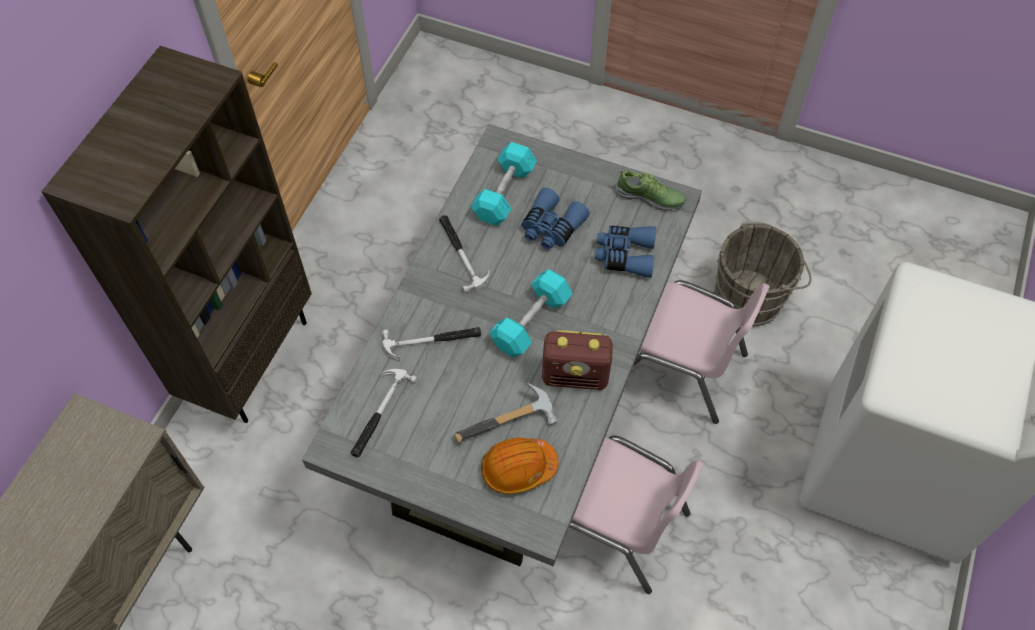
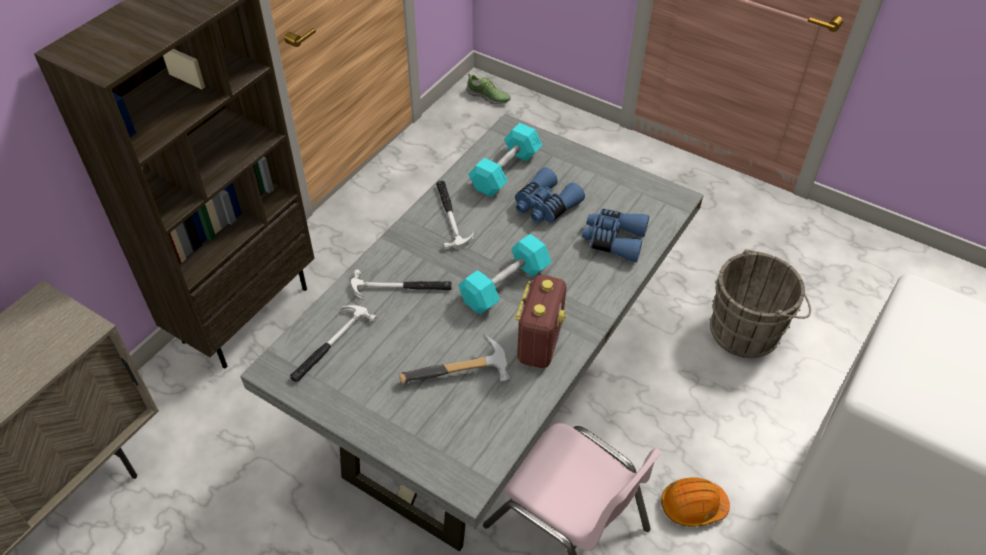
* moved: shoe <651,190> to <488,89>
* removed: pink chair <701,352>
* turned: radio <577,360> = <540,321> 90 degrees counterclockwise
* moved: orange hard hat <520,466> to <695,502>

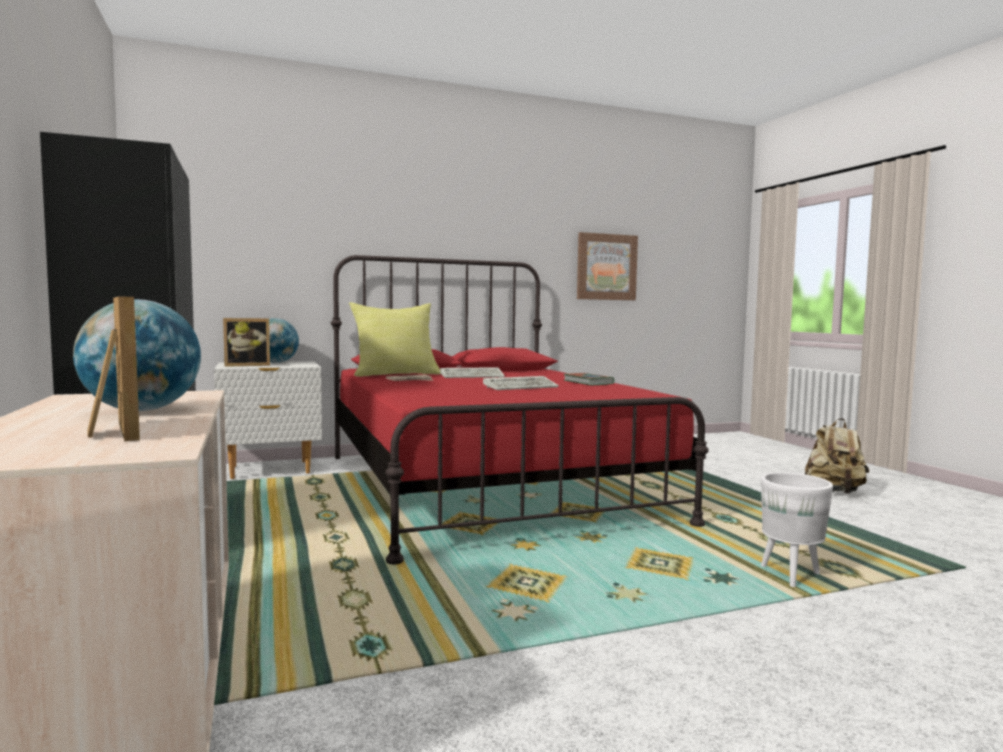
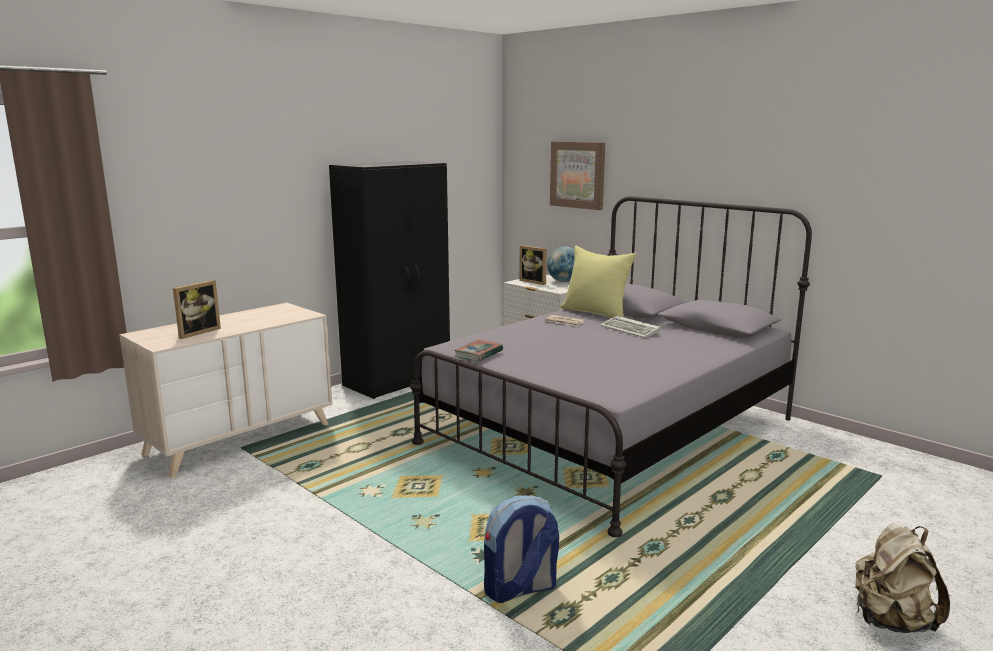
* moved: picture <607,266> to <577,176>
* recoloured: red bed <520,409> to grey bed <611,366>
* removed: globe <137,355>
* moved: book <589,379> to <478,350>
* removed: keyboard <521,383>
* replaced: white planter <797,529> to backpack <521,549>

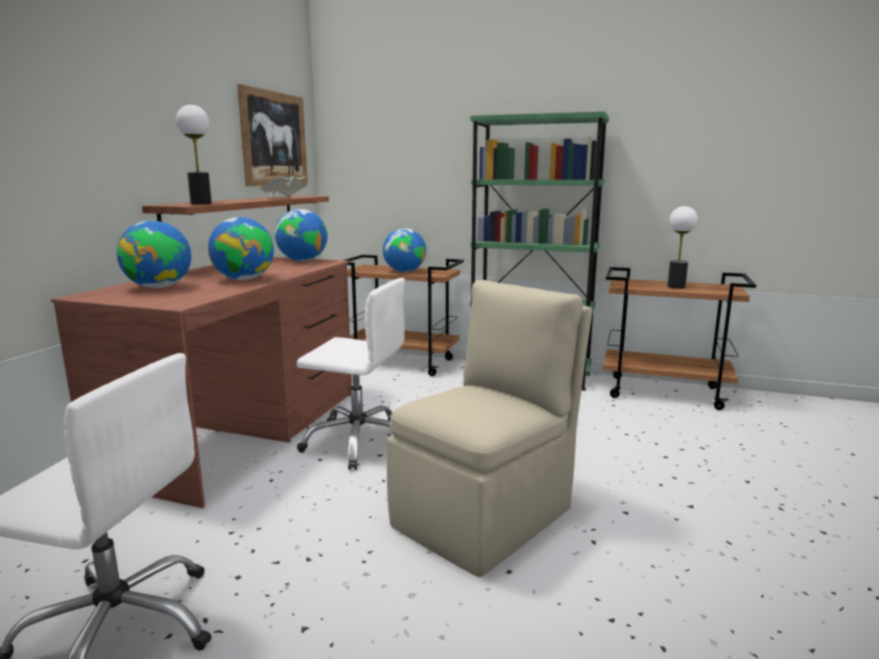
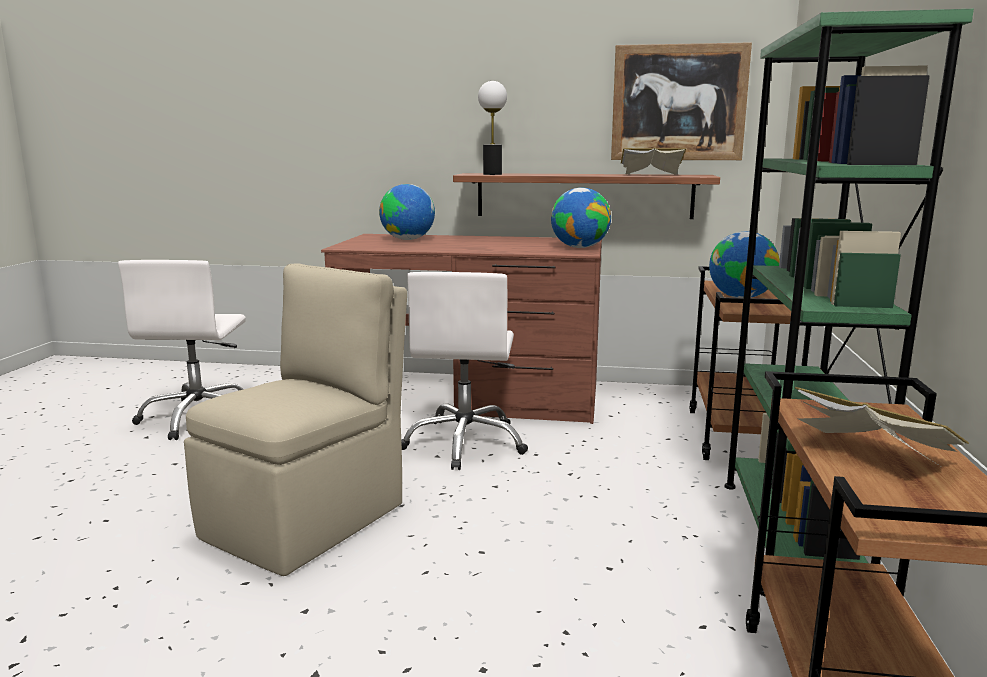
* replaced: table lamp <682,247> to book <882,426>
* removed: globe <241,248>
* turned: beige chair <489,428> = <295,419> 90 degrees counterclockwise

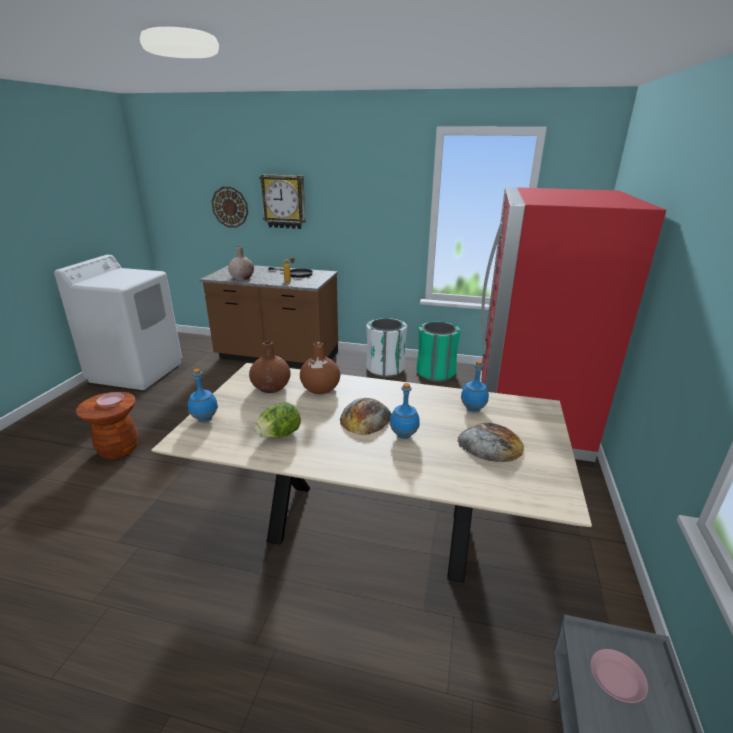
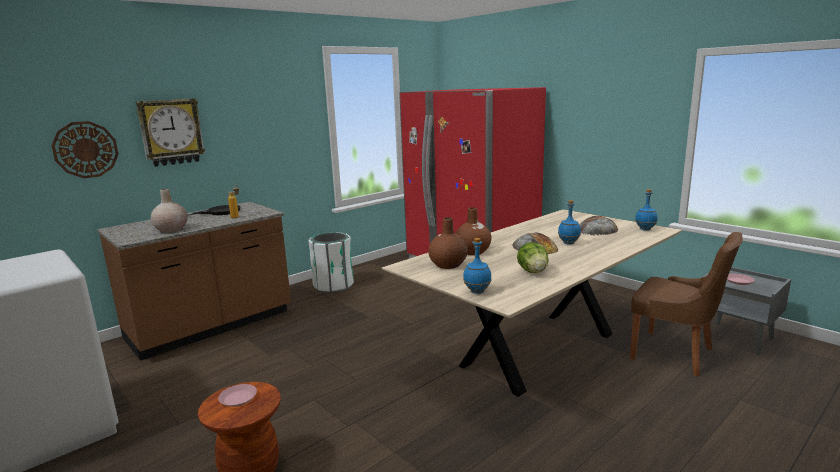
* removed: green trash can <438,352>
* moved: blue bottle <475,386> to <646,210>
* added: brown chair <686,304>

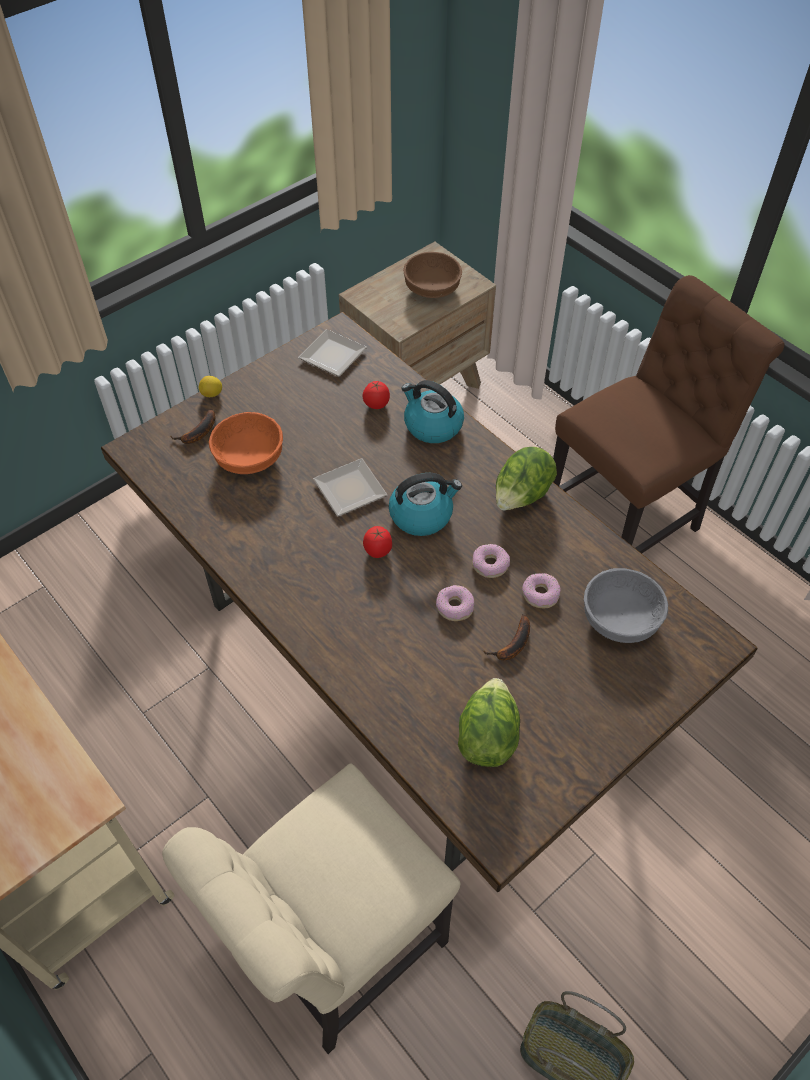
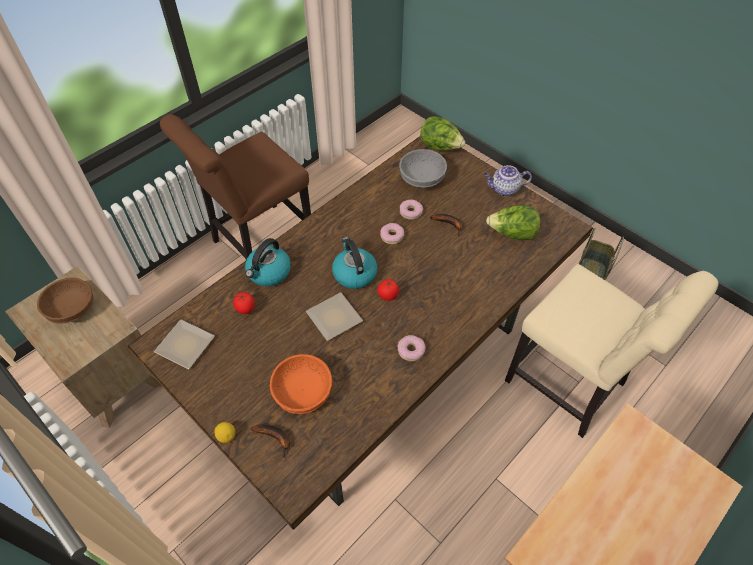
* turned: brown chair <669,414> = <235,187> 90 degrees counterclockwise
* moved: lettuce <526,478> to <442,133>
* moved: donut <455,603> to <411,348>
* added: teapot <508,181>

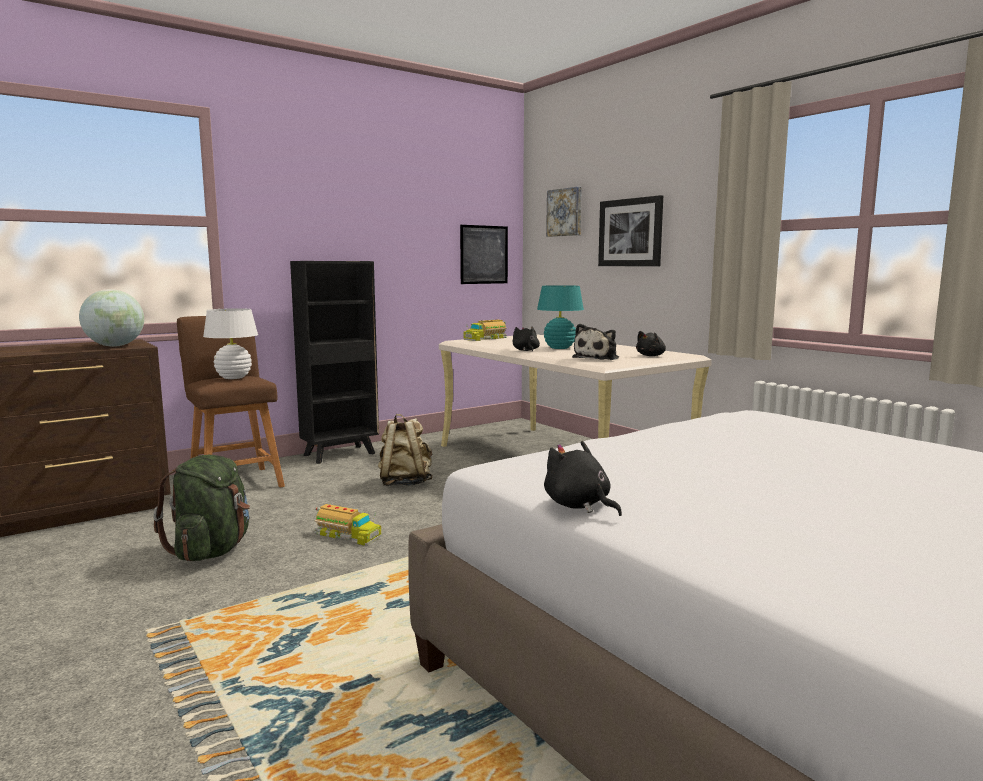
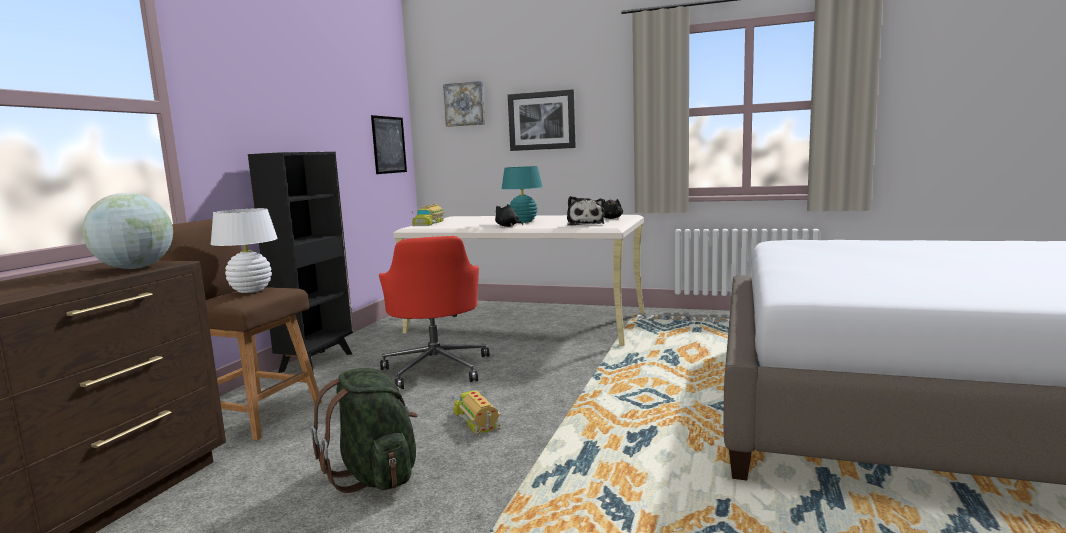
* replaced: beige backpack <405,450> to red office chair <434,312>
* removed: black plush toy <583,478>
* turned: toy truck <348,525> = <476,412> 105 degrees counterclockwise

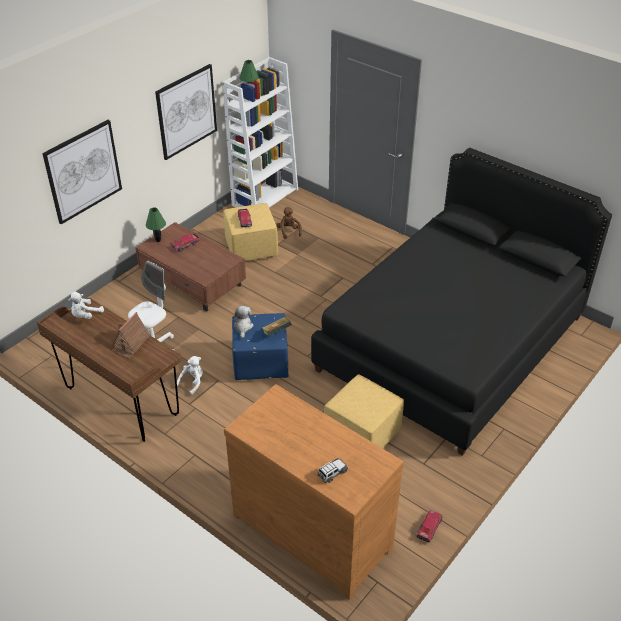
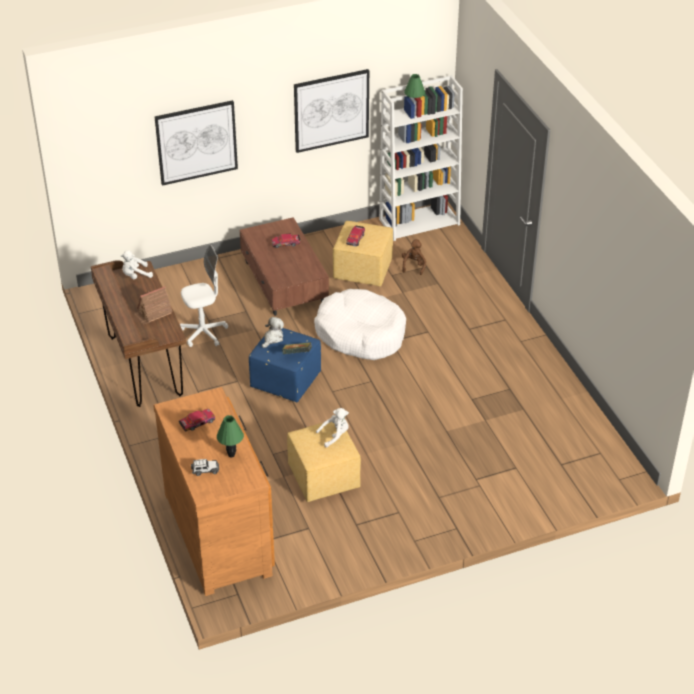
* removed: black bed <461,302>
* moved: green table lamp <156,224> to <230,436>
* moved: white plush toy <190,375> to <332,427>
* moved: toy car <429,526> to <197,420>
* added: white dog bed <360,324>

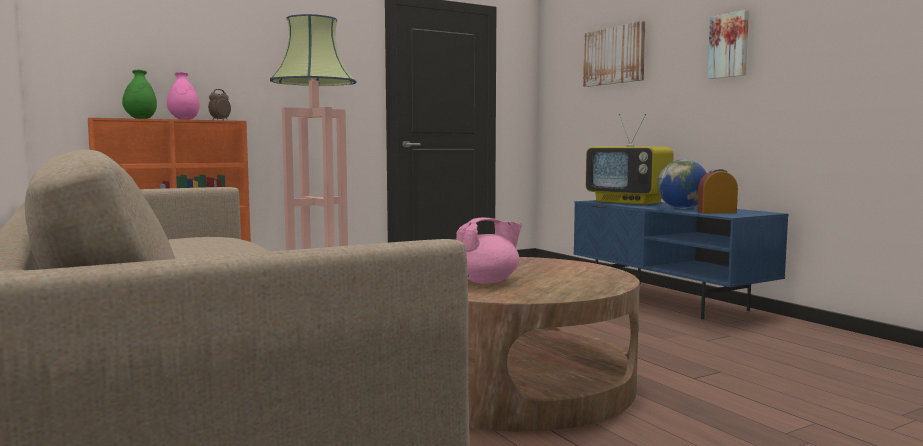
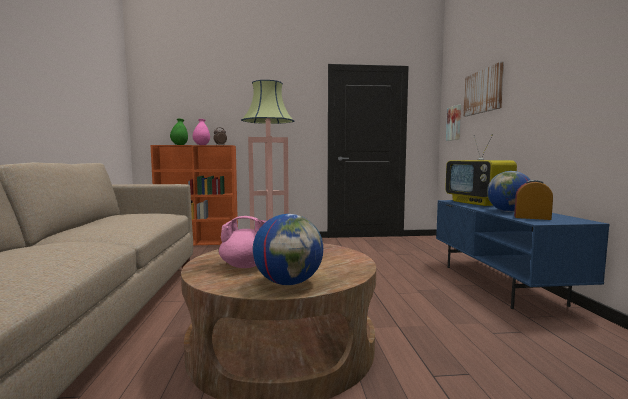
* moved: picture <728,44> to <453,123>
* added: globe <288,249>

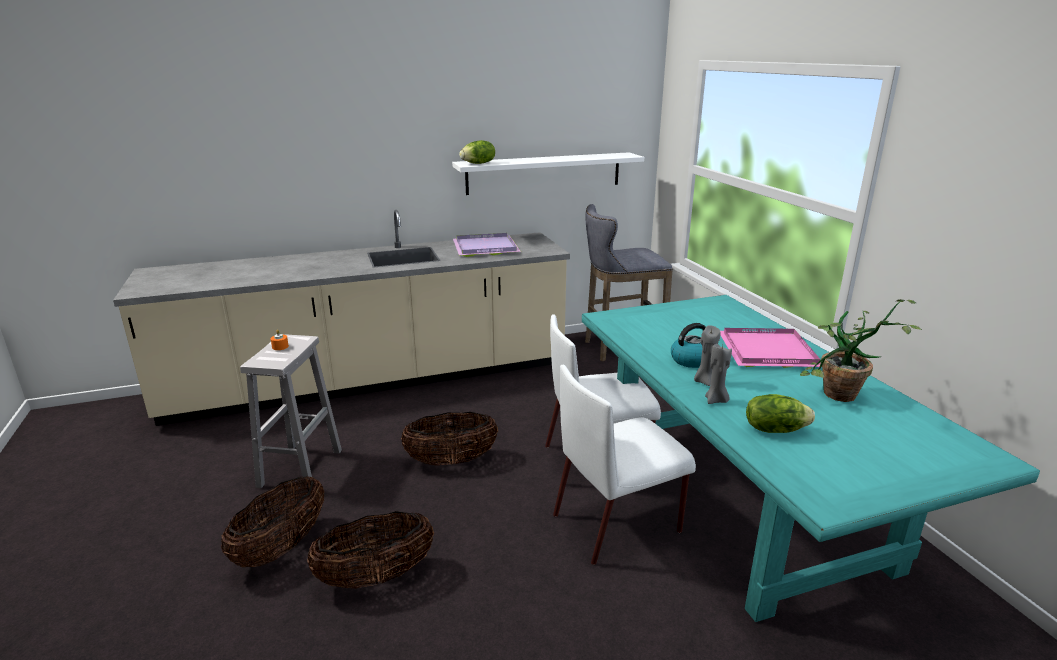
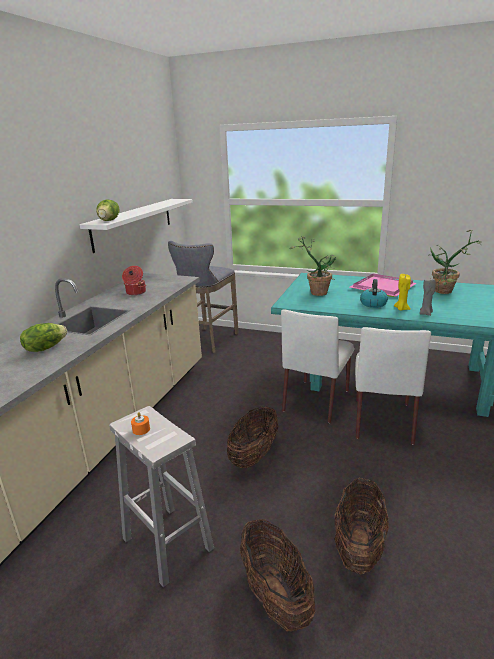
* replaced: purple tray <487,245> to cooking pot <134,280>
* recoloured: grey candle <707,355> to yellow candle <402,292>
* moved: lettuce <780,413> to <43,337>
* added: potted plant <313,266>

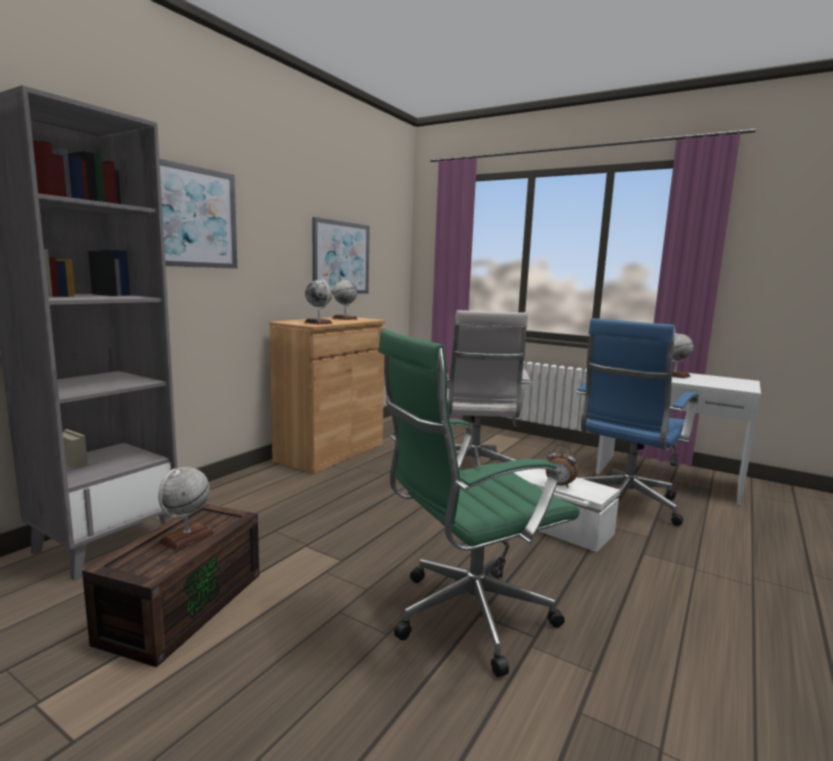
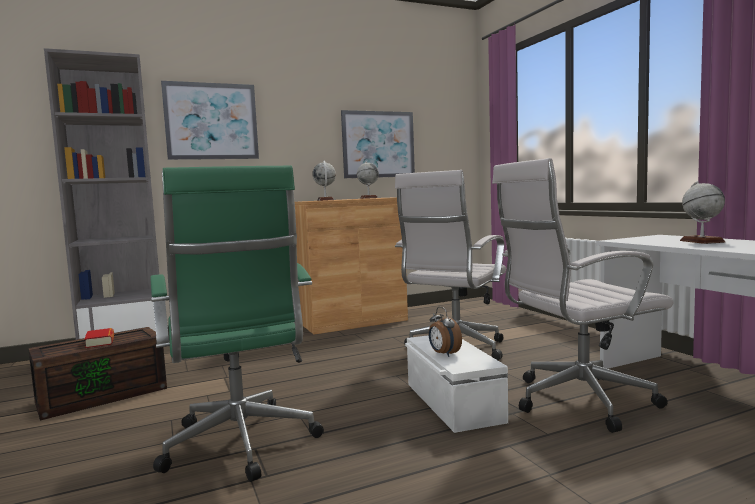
* recoloured: blue office chair <637,422> to white office chair <582,295>
* turned: green office chair <479,503> = <237,323> 120 degrees counterclockwise
* replaced: globe <186,509> to book <99,338>

